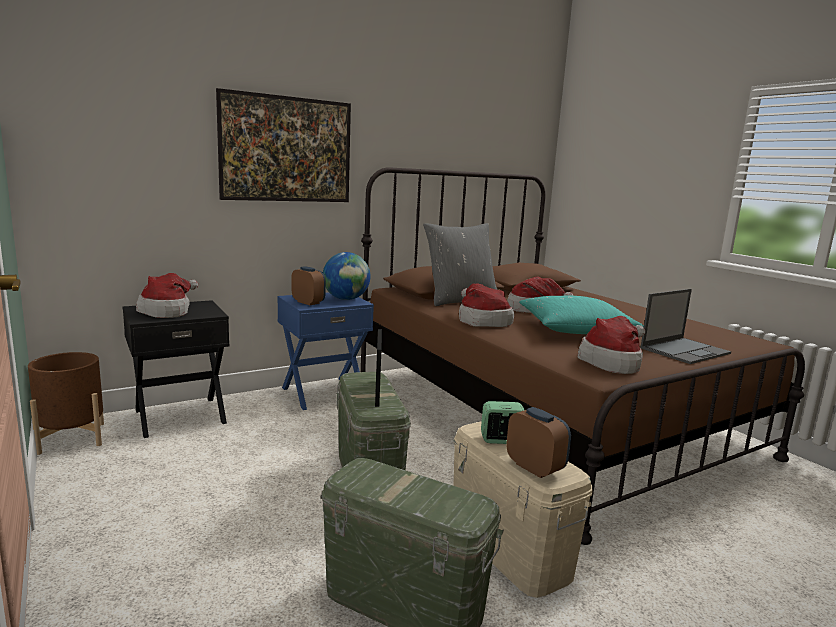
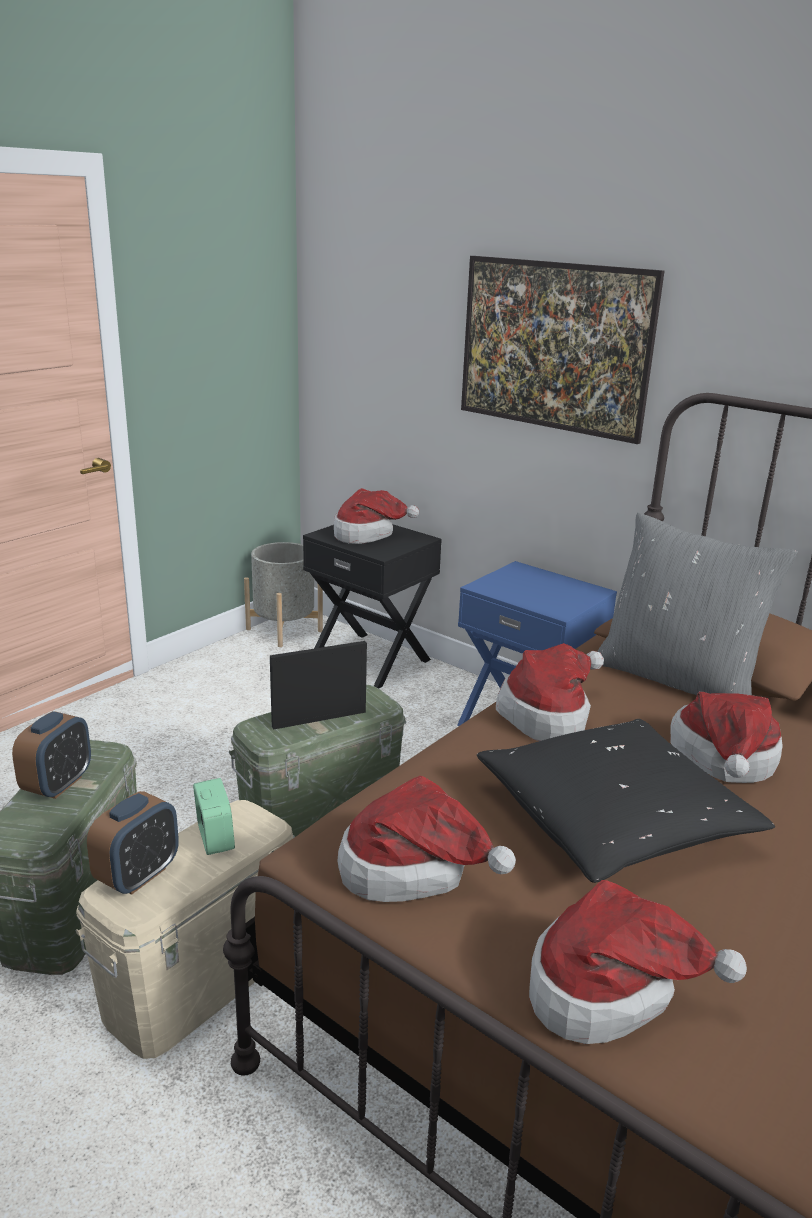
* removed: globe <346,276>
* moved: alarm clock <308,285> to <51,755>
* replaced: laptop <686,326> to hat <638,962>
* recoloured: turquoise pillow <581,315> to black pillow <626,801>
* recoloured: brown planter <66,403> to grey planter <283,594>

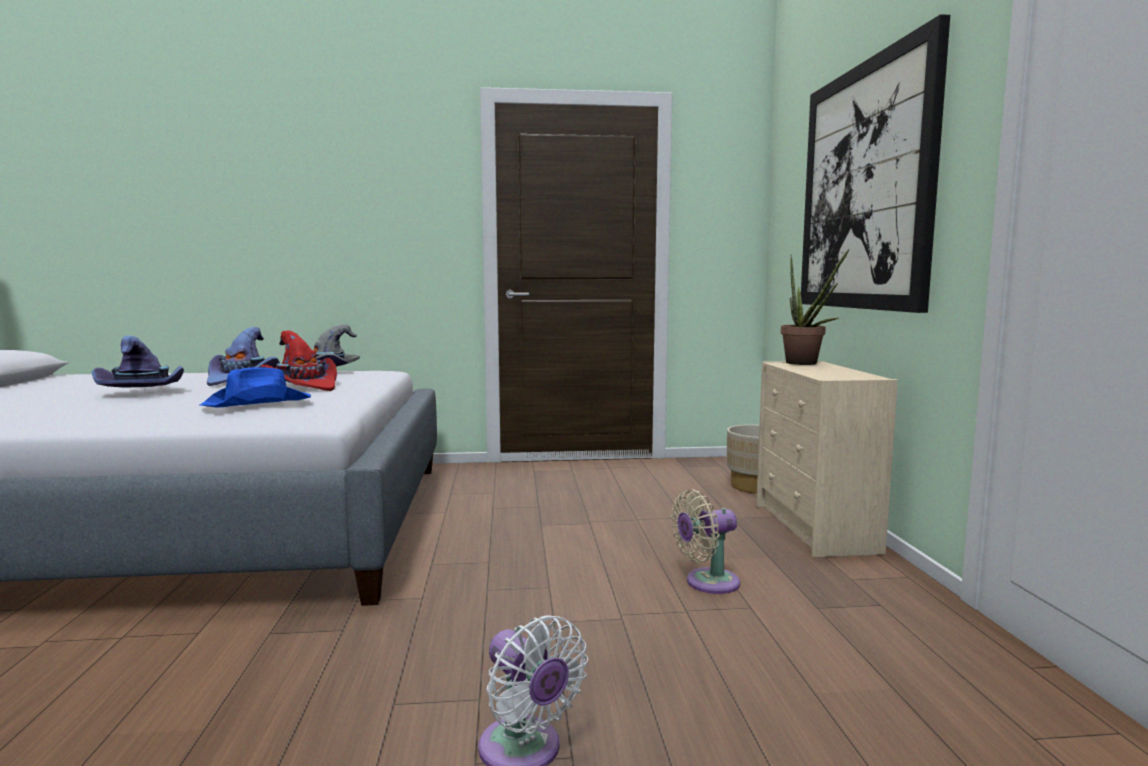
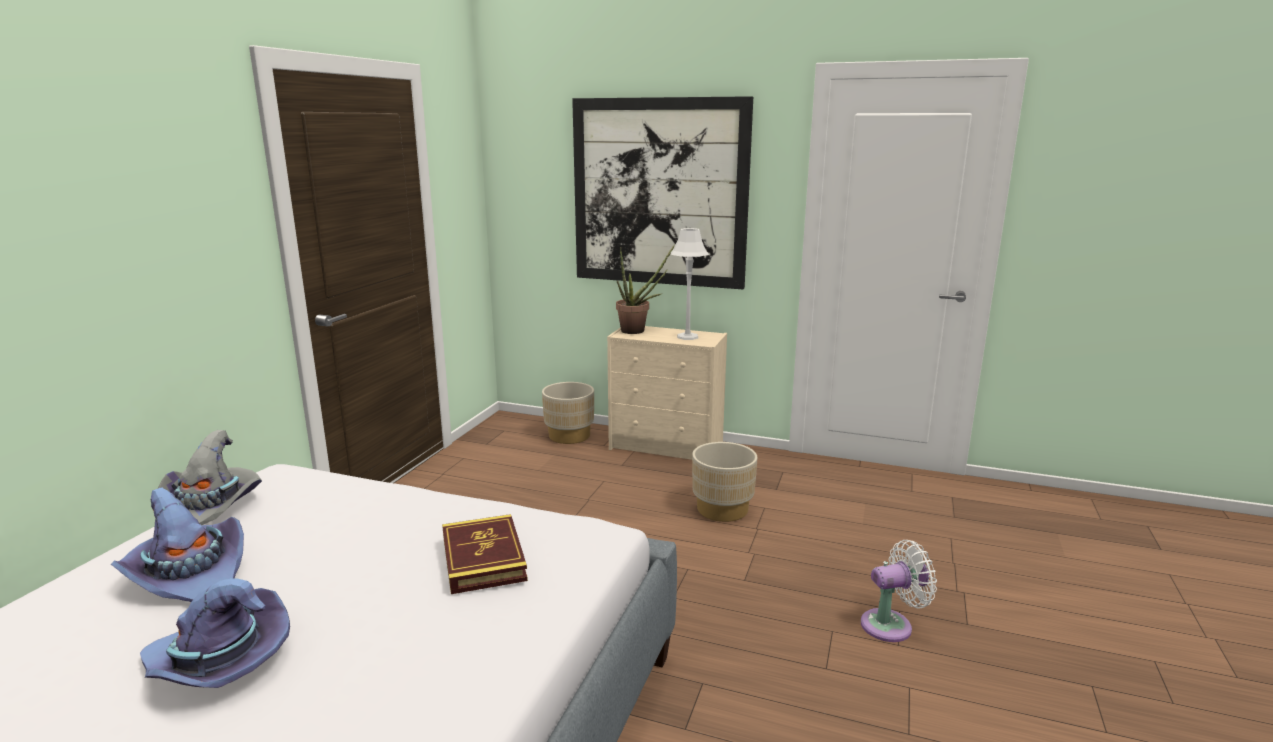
* removed: red hat <299,360>
* replaced: blue hat <255,387> to book <485,554>
* replaced: beige fan <705,541> to beige planter <725,482>
* added: grey table lamp <690,284>

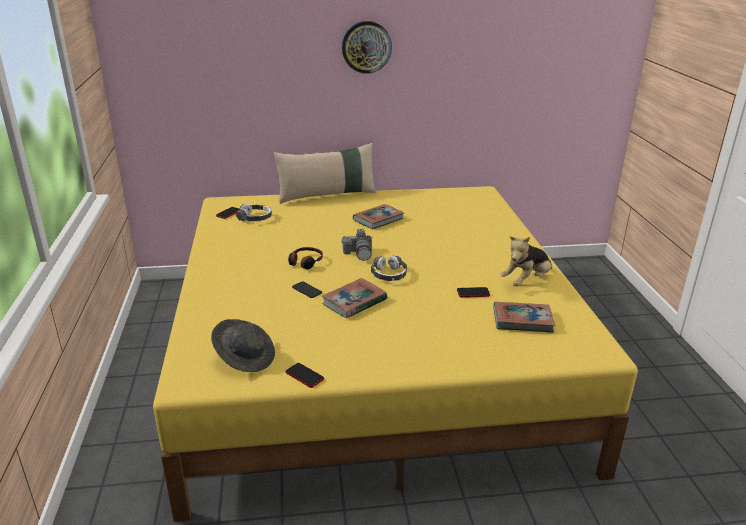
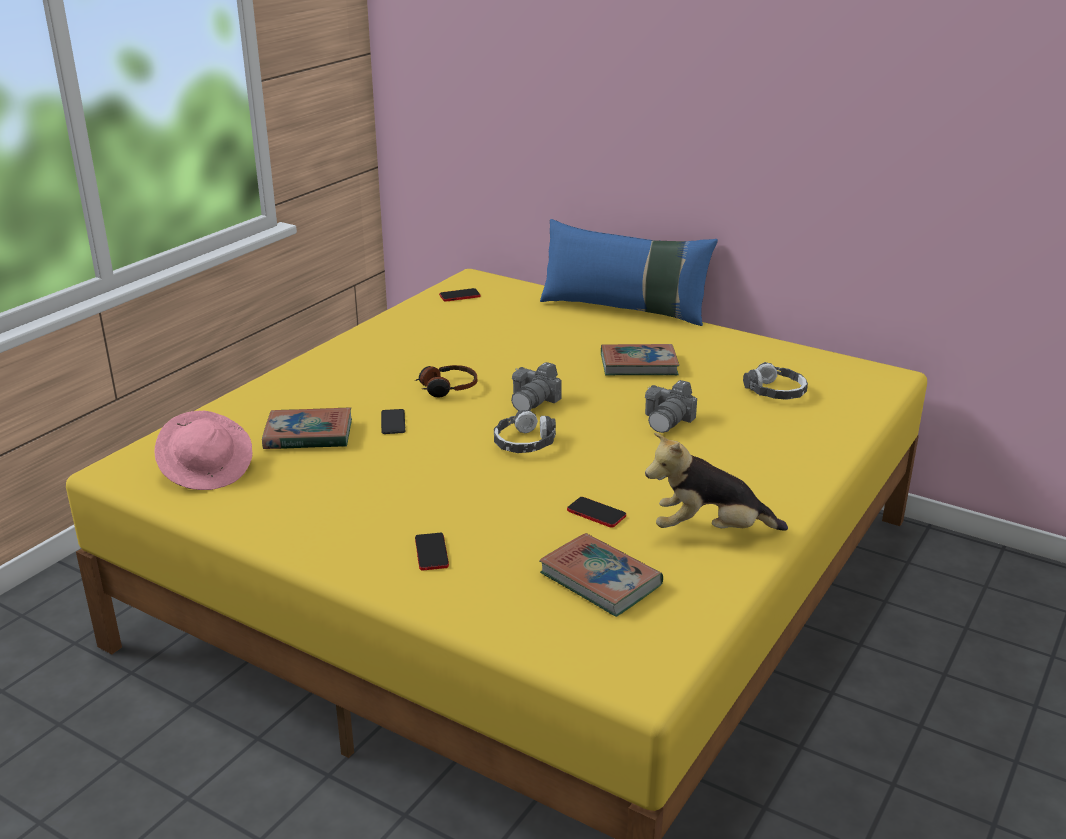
* removed: wall clock <367,47>
* recoloured: beige pillow <324,173> to blue pillow <629,272>
* moved: headphones <254,212> to <775,381>
* moved: book <354,298> to <307,428>
* recoloured: grey hat <243,345> to pink hat <203,450>
* moved: phone <305,375> to <432,552>
* added: photo camera <671,406>

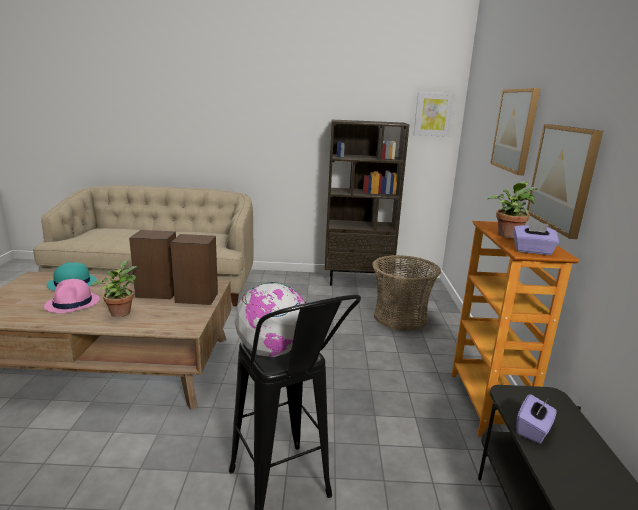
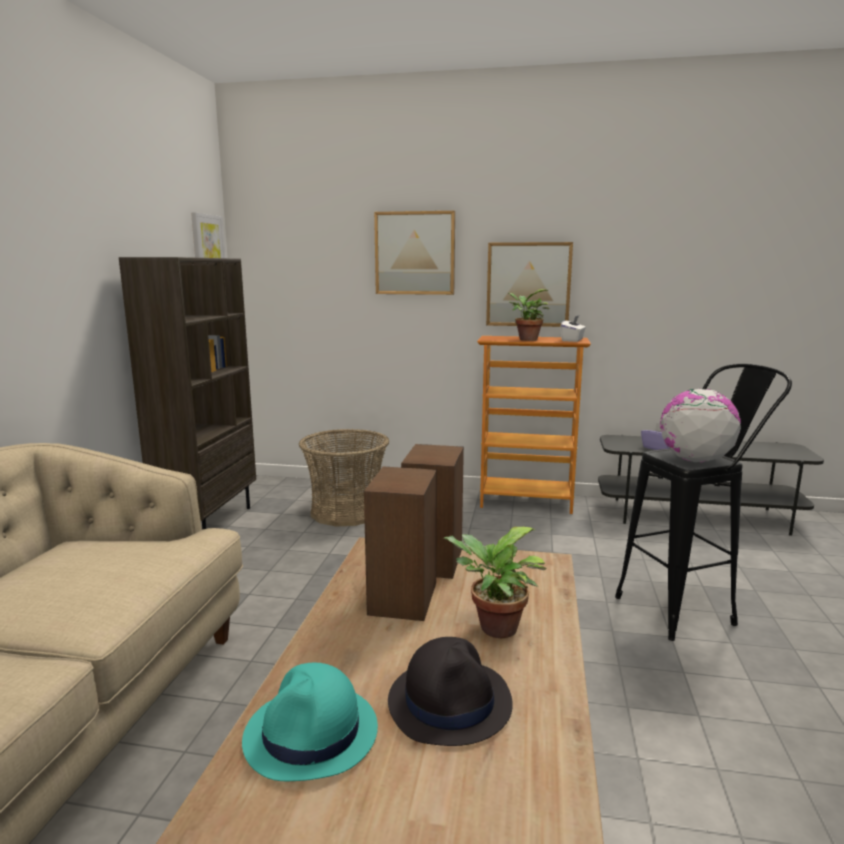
* recoloured: purple tissue box <536,238> to white tissue box <573,329>
* recoloured: pink hat <72,296> to black hat <450,691>

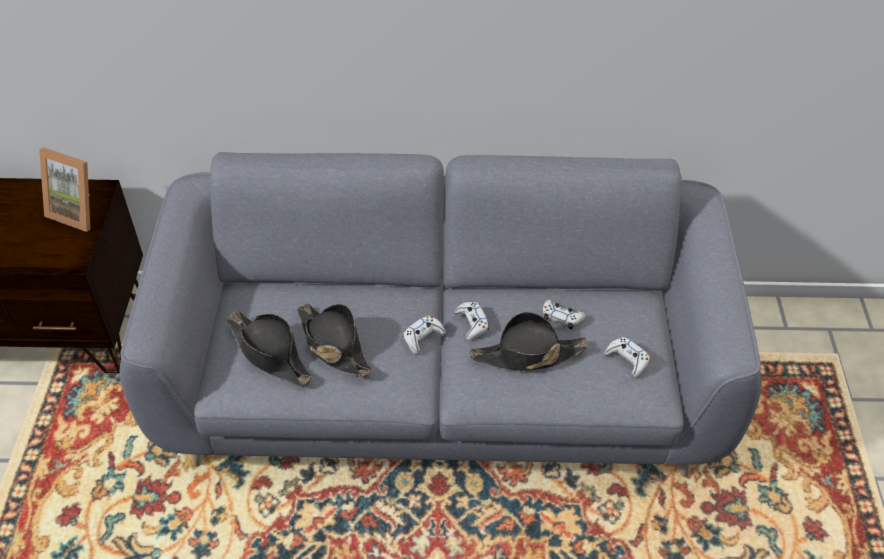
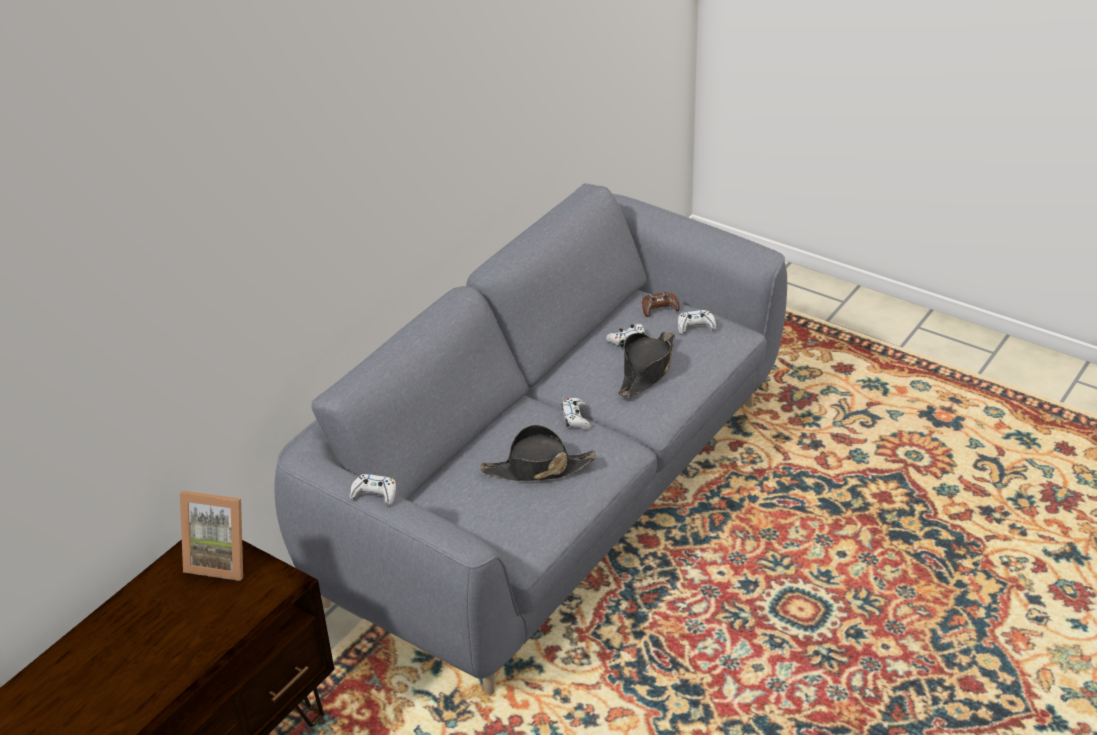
* turned: picture frame <65,189> = <211,536> 45 degrees clockwise
* moved: white game controller <471,321> to <373,489>
* removed: black hat <269,348>
* added: brown game controller <661,304>

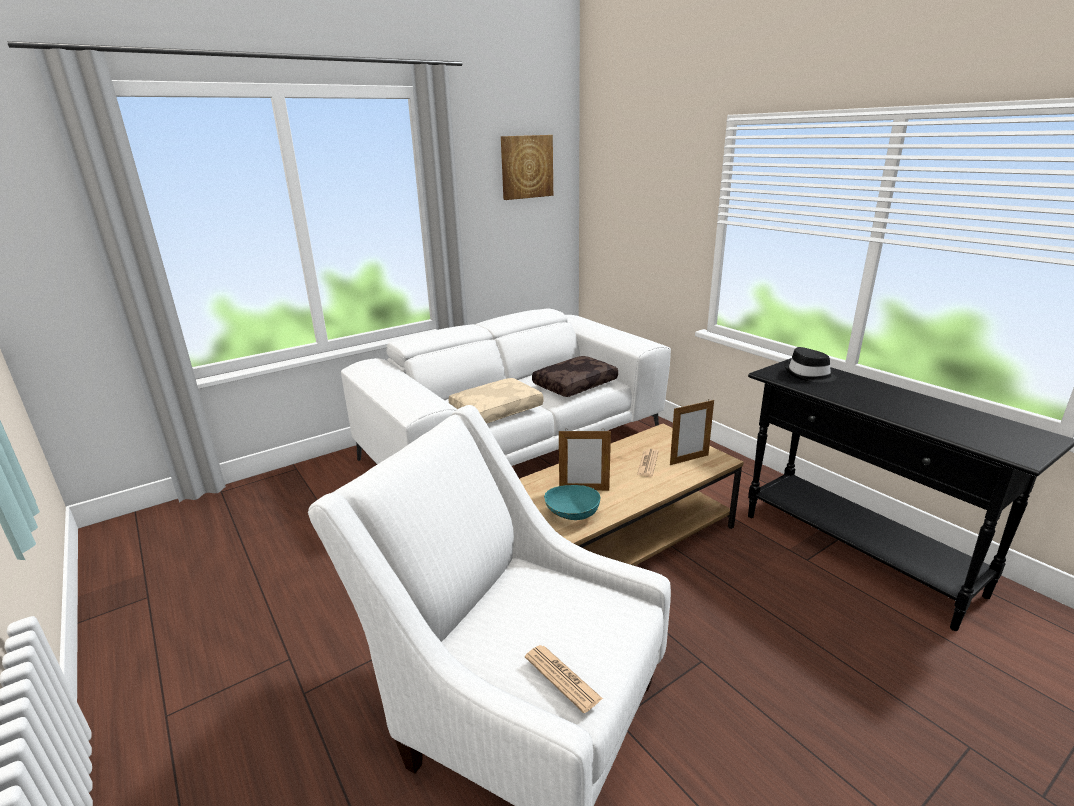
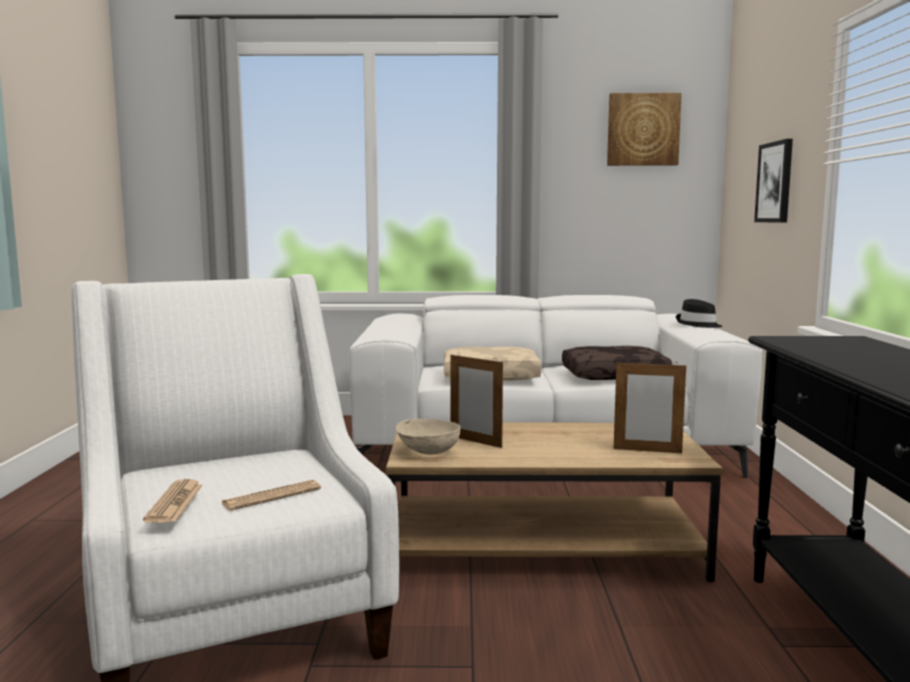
* moved: black hat <810,365> to <699,313>
* moved: newspaper <648,463> to <271,495>
* recoloured: turquoise bowl <572,502> to beige bowl <428,437>
* added: picture <773,181>

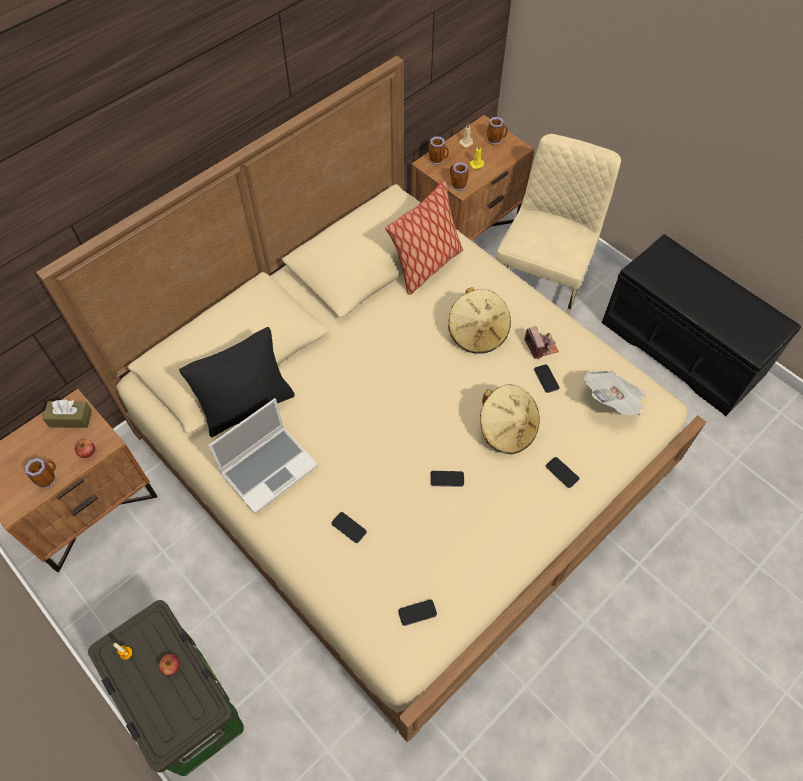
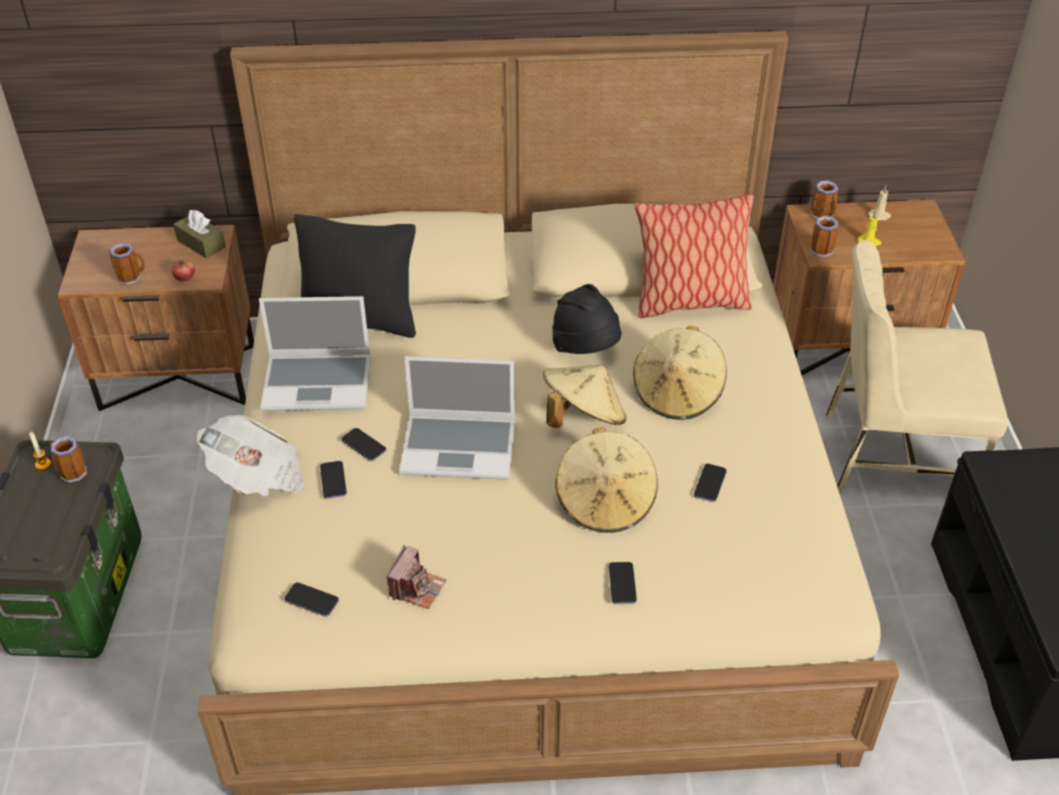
* moved: mug <497,131> to <68,459>
* turned: beige chair <558,224> = <917,367> 150 degrees counterclockwise
* moved: photo camera <541,342> to <417,577>
* moved: newspaper <615,393> to <251,456>
* moved: phone <447,479> to <363,444>
* removed: apple <169,665>
* added: black hat <587,319>
* added: laptop <457,418>
* added: beige hat <584,396>

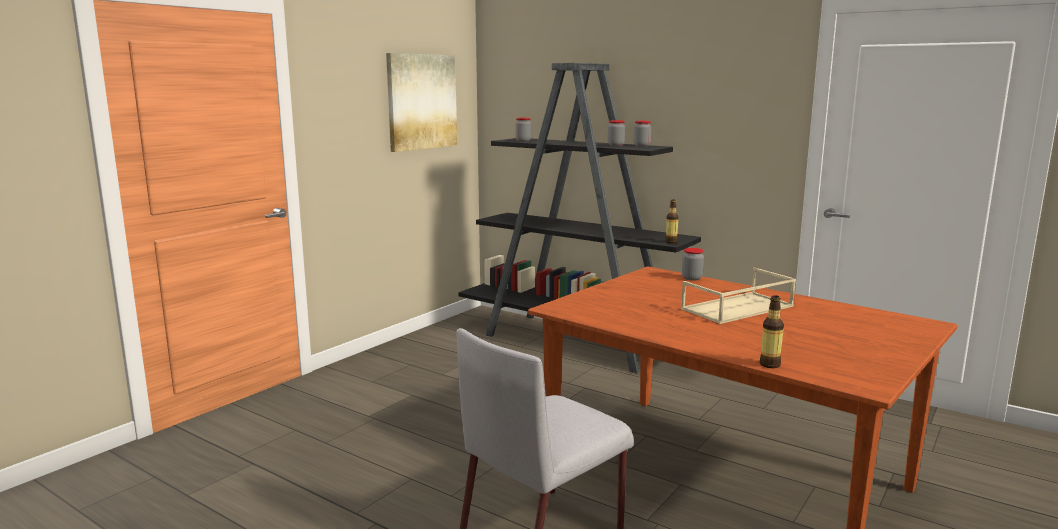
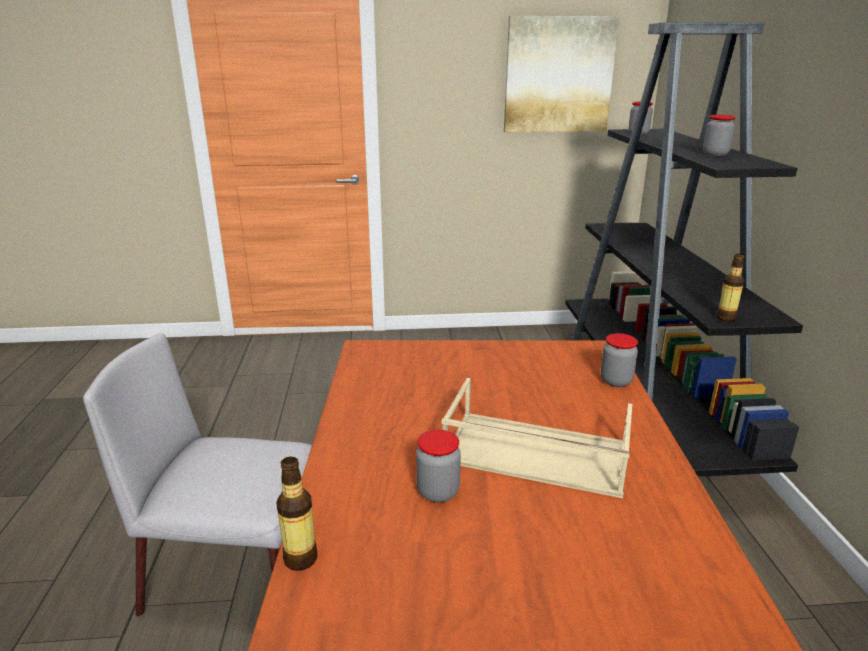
* moved: jar <642,134> to <438,466>

